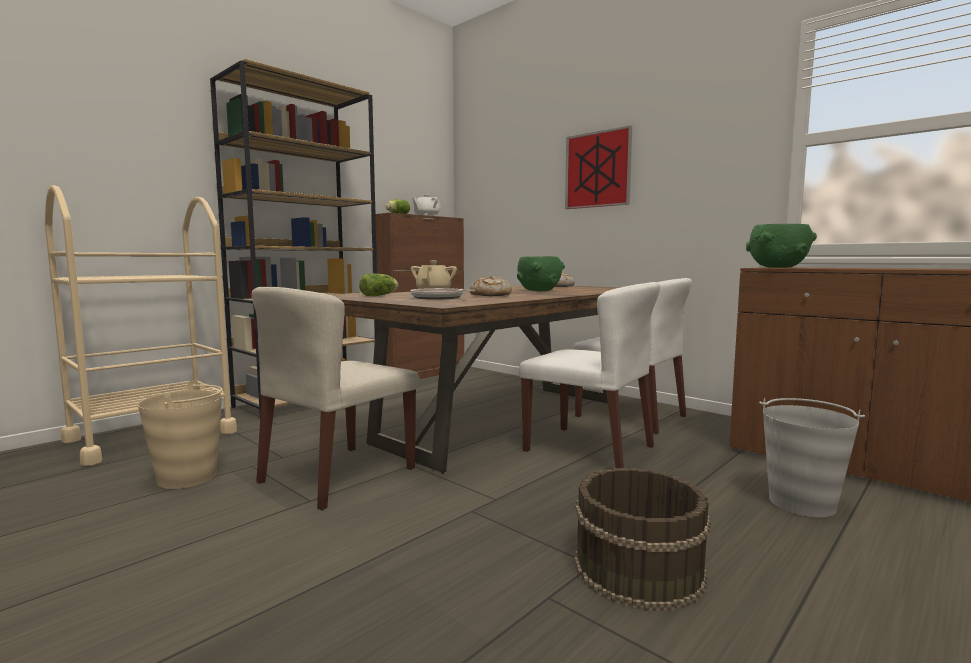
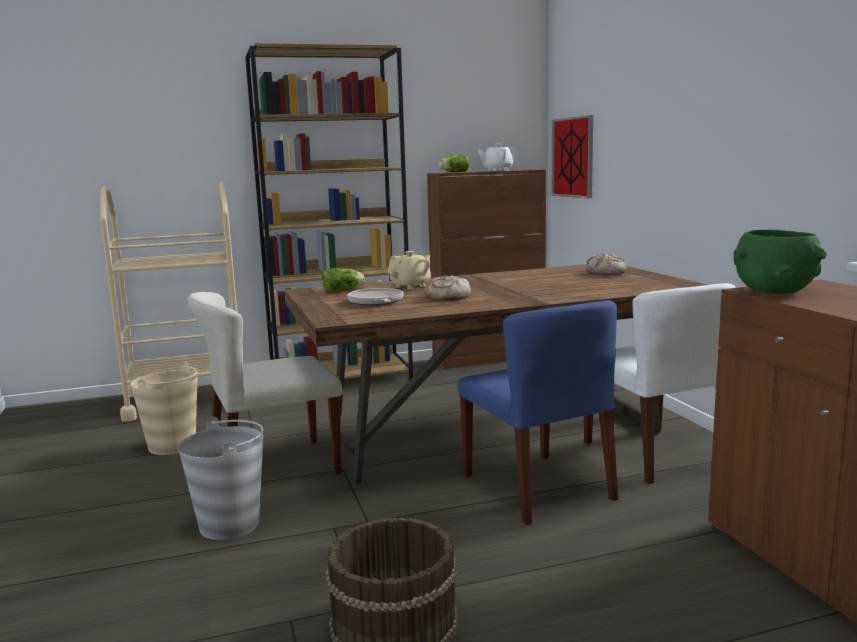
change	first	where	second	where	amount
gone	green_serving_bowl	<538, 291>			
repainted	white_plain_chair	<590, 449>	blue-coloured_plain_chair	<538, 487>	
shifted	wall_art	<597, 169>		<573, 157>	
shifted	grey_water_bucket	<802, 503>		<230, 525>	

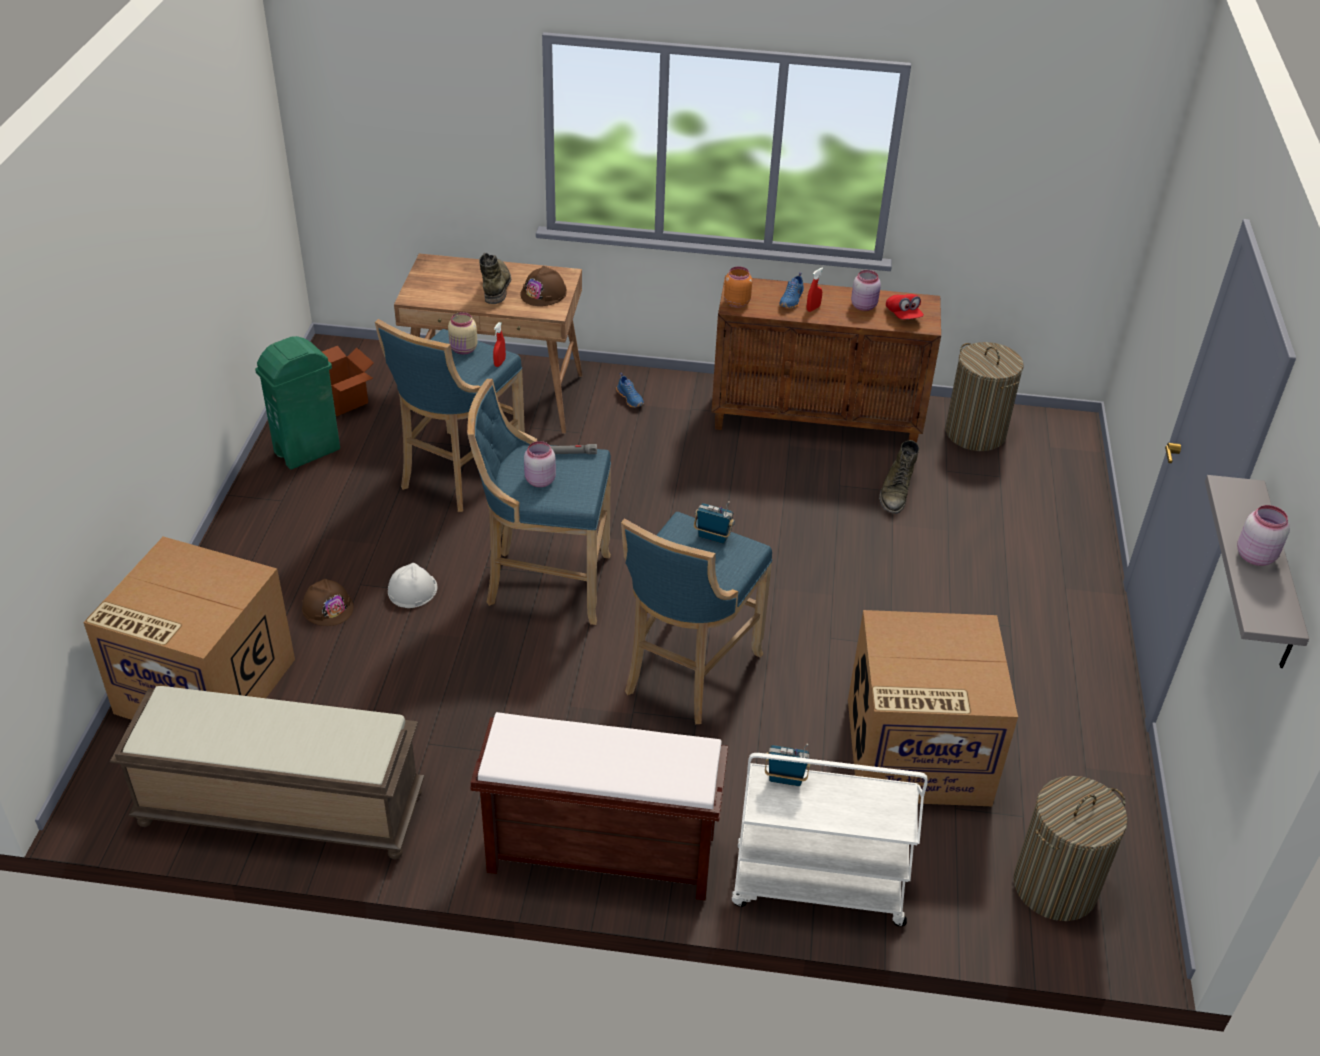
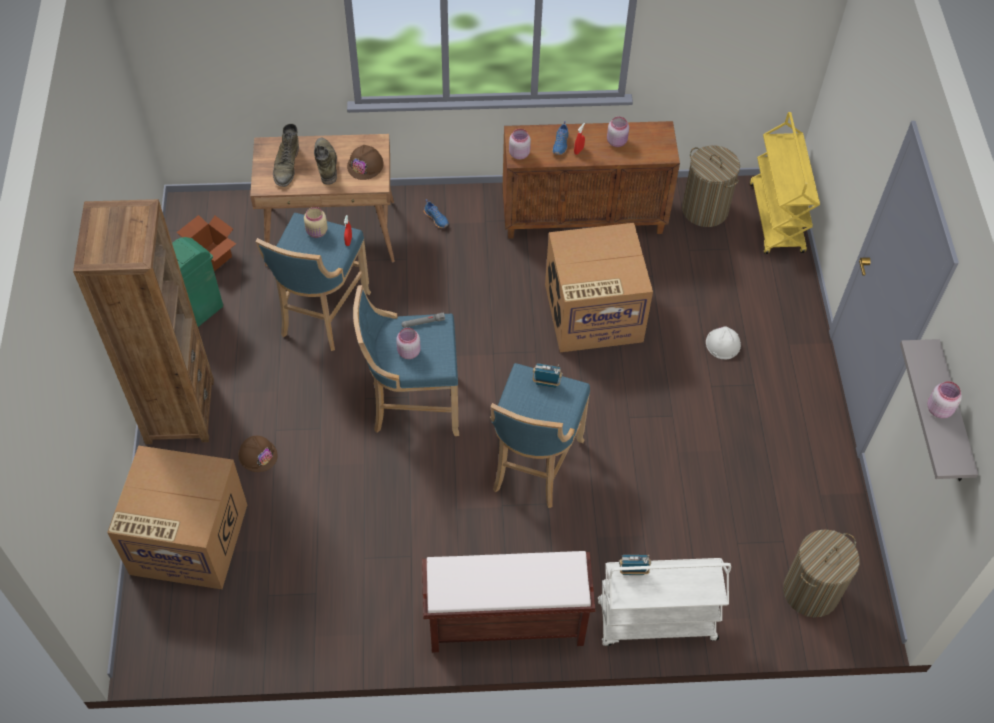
change	first	where	second	where	amount
gone	brown_indoor_bench	<279, 810>			
shifted	white_work_helmet	<412, 590>		<722, 343>	
repainted	orange-coloured_preserve_jar	<736, 302>	pink_preserve_jar	<518, 153>	
shifted	packing_box	<915, 752>		<592, 314>	
shifted	green_boot	<895, 492>		<286, 166>	
gone	red_peaked_cap	<903, 315>			
new			brown_bookcase	<179, 411>	
new			yellow-coloured_trolley	<777, 219>	

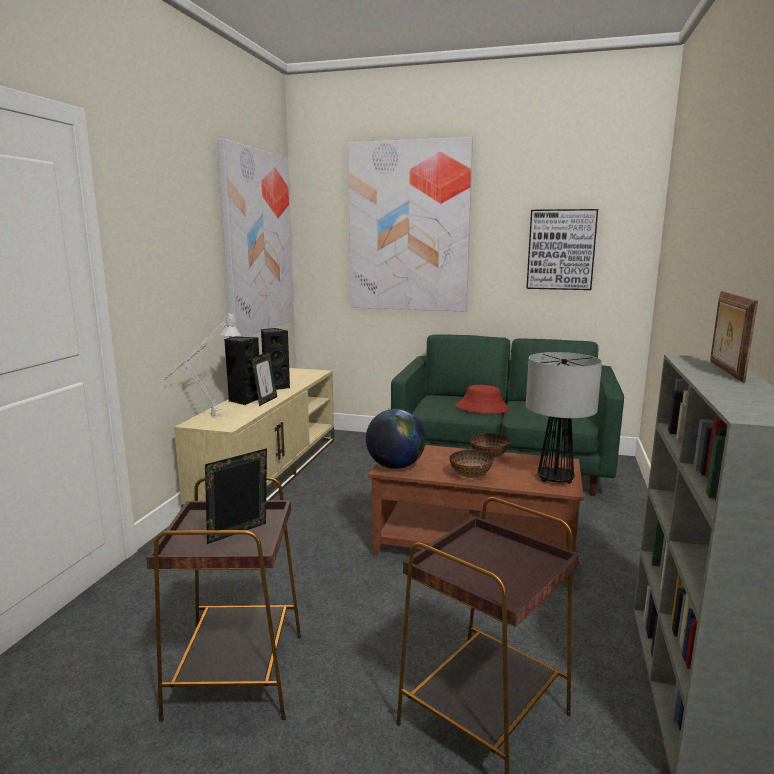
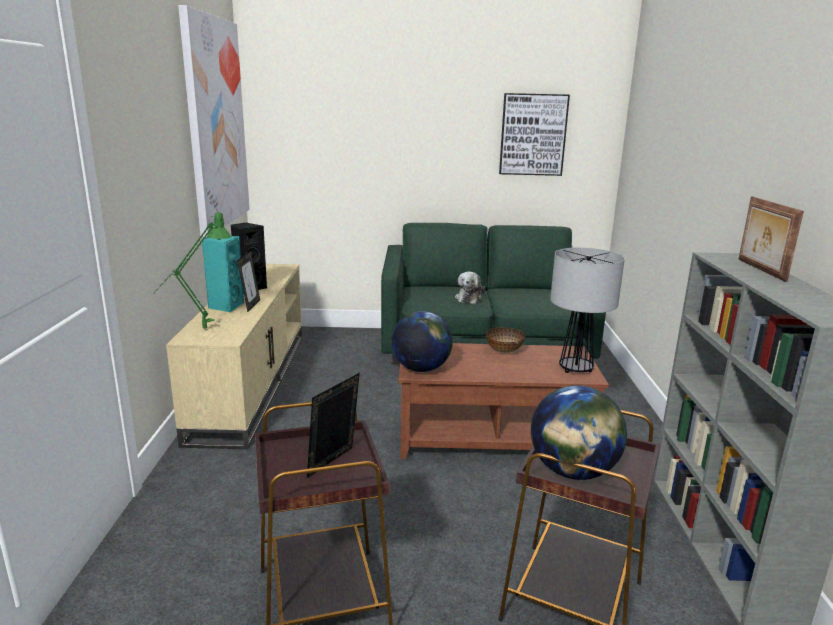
change	first	where	second	where	amount
repainted	grey_table_lamp	<208, 418>	green_table_lamp	<200, 331>	
repainted	black_audio_speaker	<244, 400>	blue-green_audio_speaker	<225, 306>	
gone	wall_art	<408, 227>			
gone	serving_bowl	<470, 476>			
swapped	red_clothing_hat	<482, 408>	soft_toy	<469, 298>	
new			world_globe	<573, 471>	

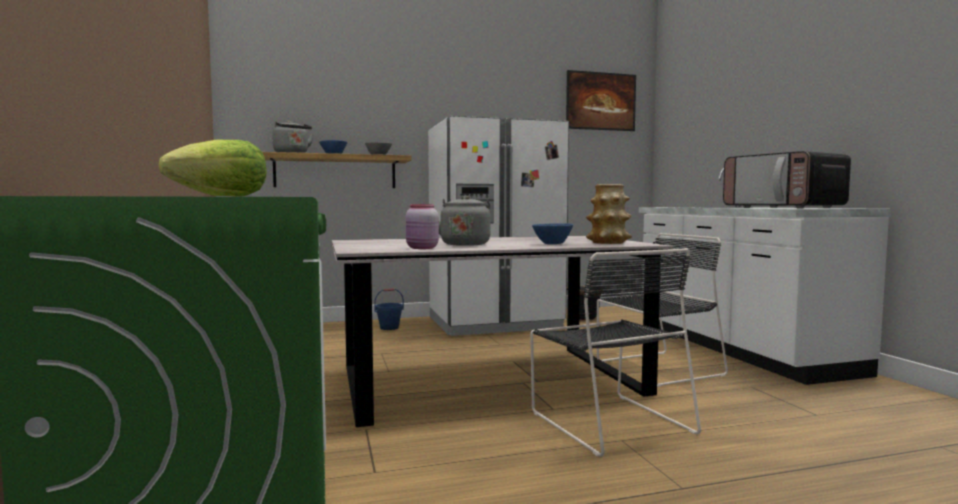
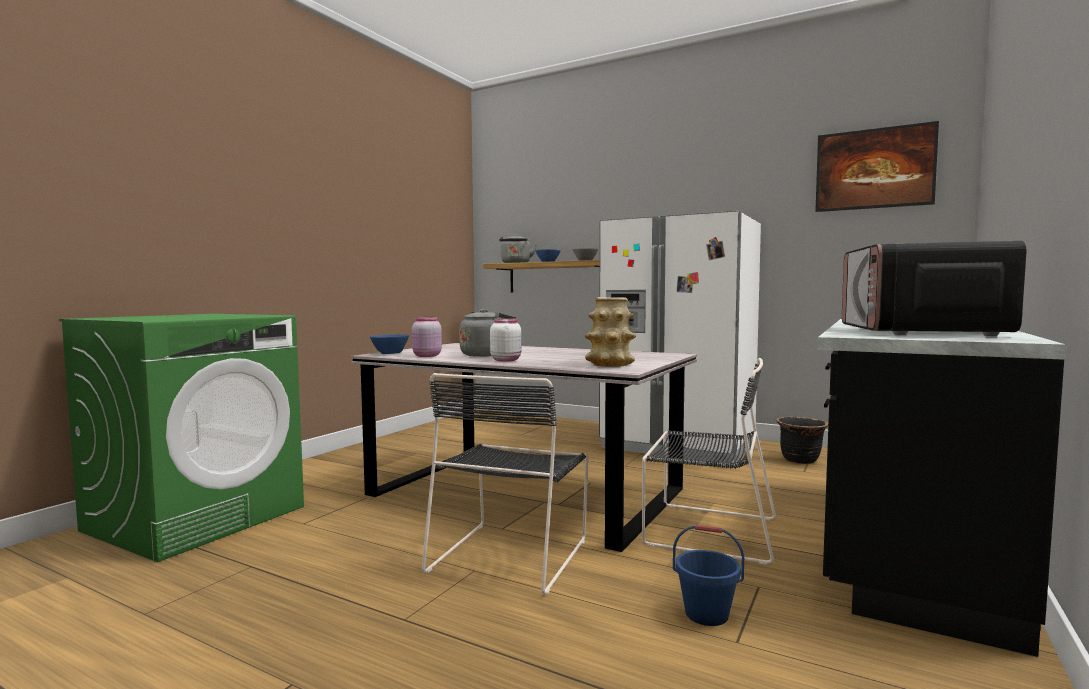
change	first	where	second	where	amount
gone	lettuce	<222, 196>			
shifted	blue-coloured_water_bucket	<389, 328>		<706, 614>	
shifted	blue-coloured_serving_bowl	<551, 243>		<390, 353>	
repainted	white_counter	<737, 348>	black_counter	<906, 545>	
new			white_preserve_jar	<506, 360>	

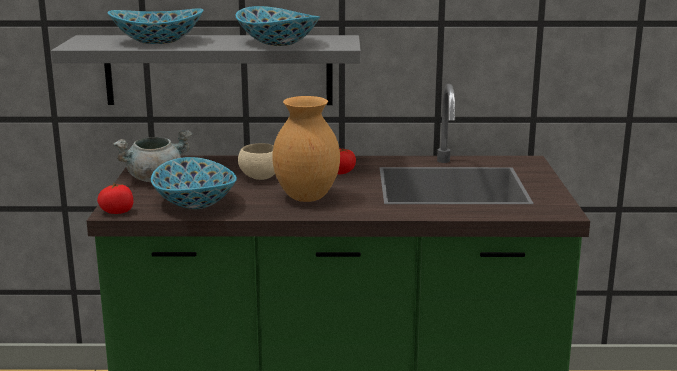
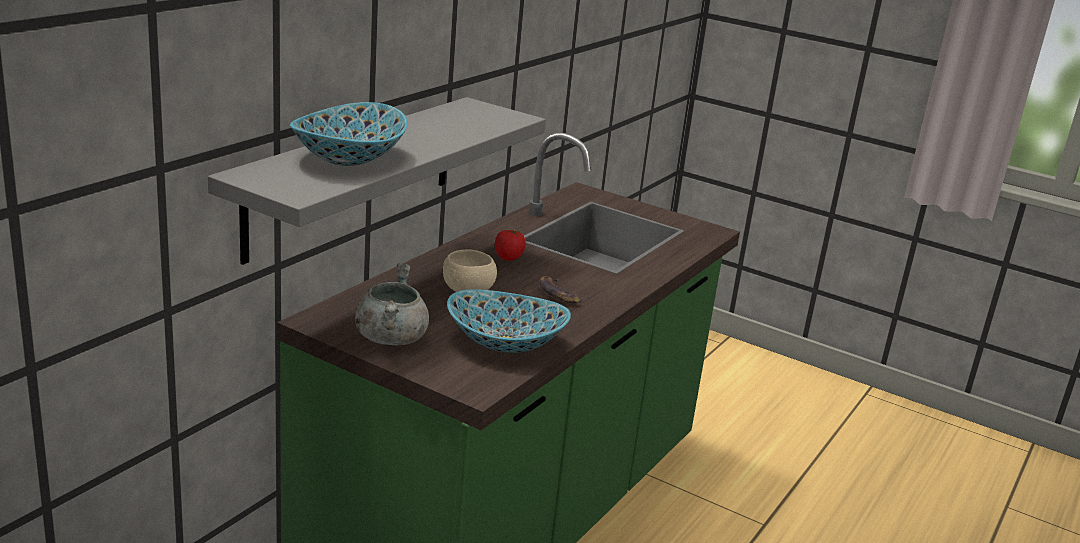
change	first	where	second	where	amount
gone	tomato	<117, 212>			
gone	serving_bowl	<277, 43>			
swapped	brown_flower_vase	<306, 197>	banana_fruit	<558, 294>	

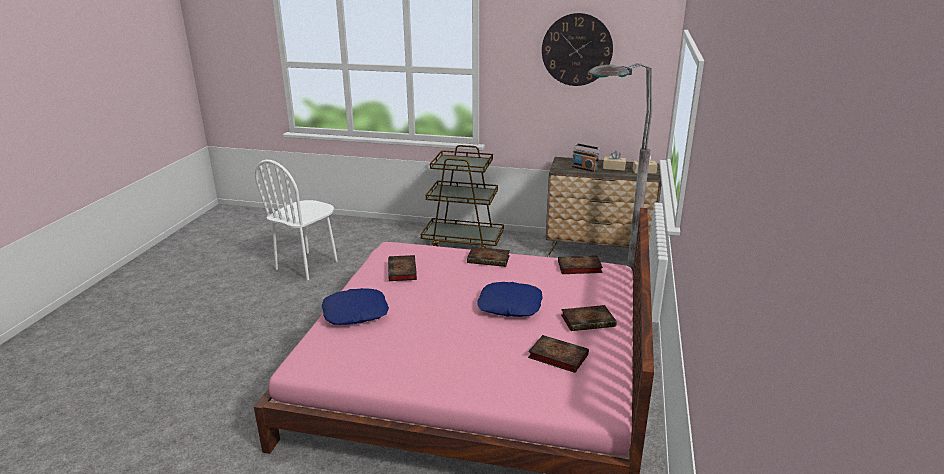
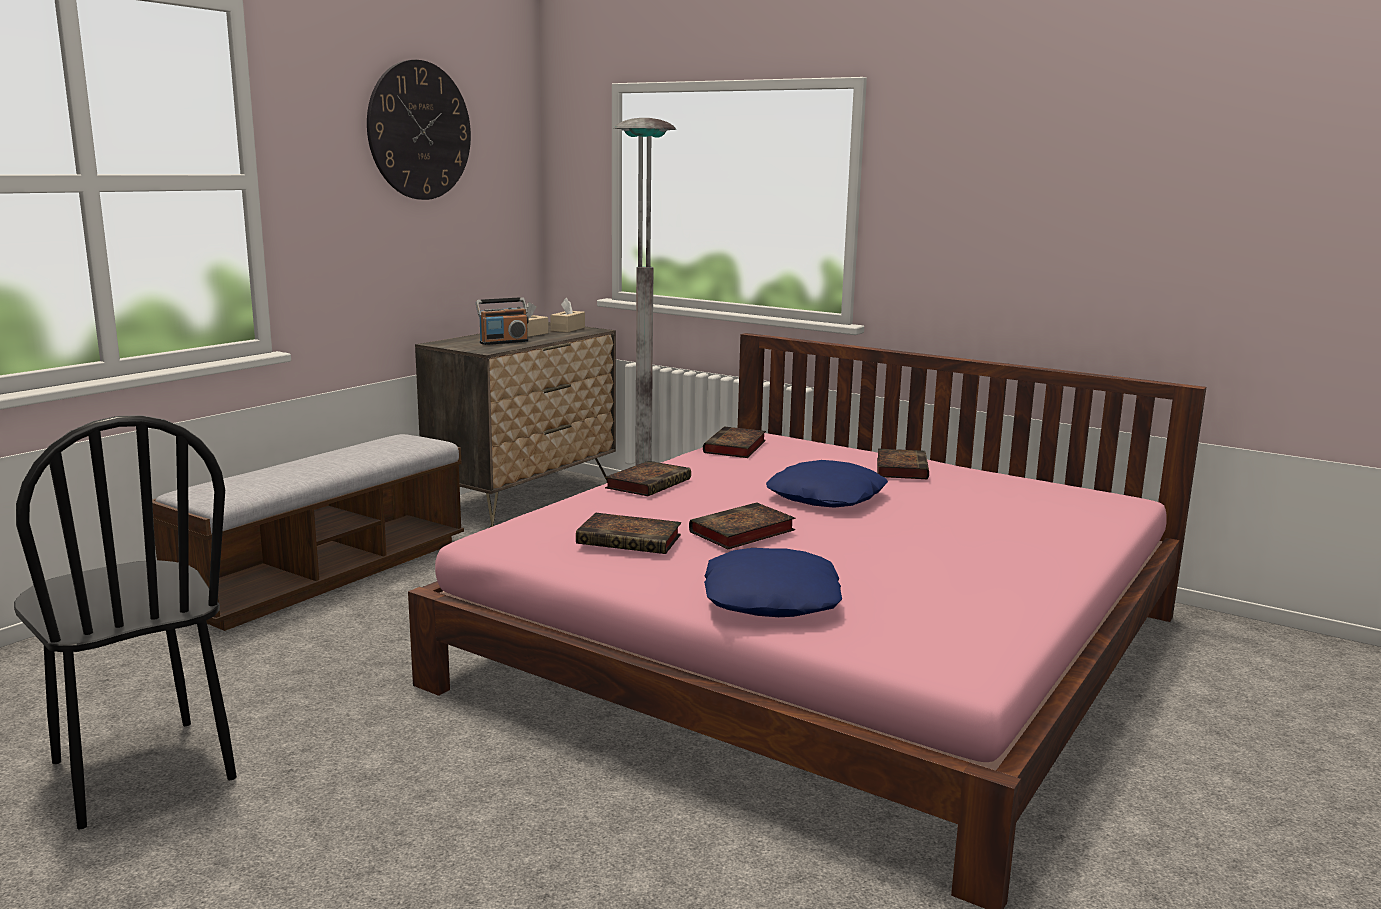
change	first	where	second	where	amount
repainted	white_plain_chair	<307, 265>	black_plain_chair	<141, 771>	
swapped	brown_trolley	<463, 241>	indoor_bench	<326, 575>	
shifted	bound_book	<556, 356>		<741, 533>	

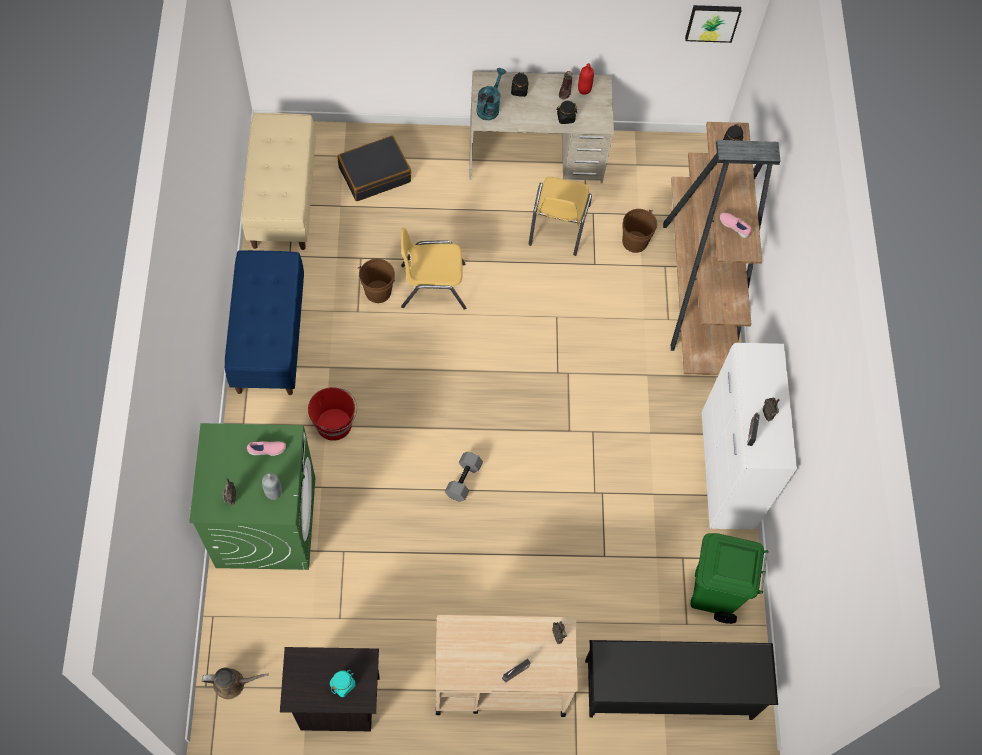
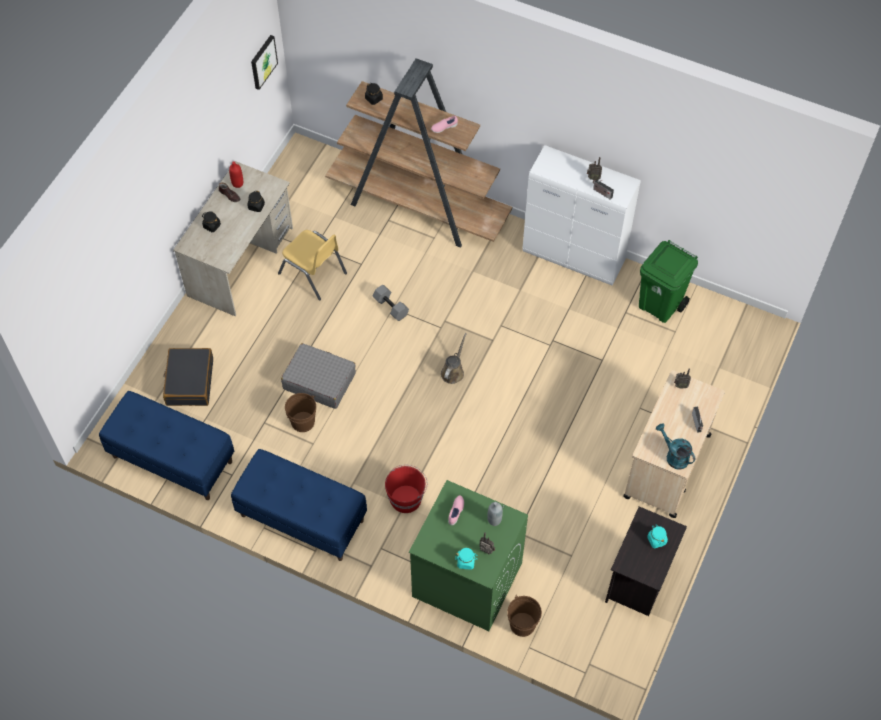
change	first	where	second	where	amount
shifted	brown_watering_pot	<232, 683>		<453, 371>	
repainted	sand-coloured_indoor_bench	<282, 198>	blue-coloured_indoor_bench	<171, 459>	
swapped	yellow-coloured_plain_chair	<433, 286>	grey_travel_case	<319, 381>	
shifted	grey_free_weight	<464, 481>		<391, 307>	
shifted	blue-green_watering_pot	<489, 106>		<673, 456>	
gone	black_shoe_stand	<669, 690>			
shifted	brown_water_bucket	<634, 242>		<522, 624>	
new			blue-green_preserve_jar	<466, 561>	

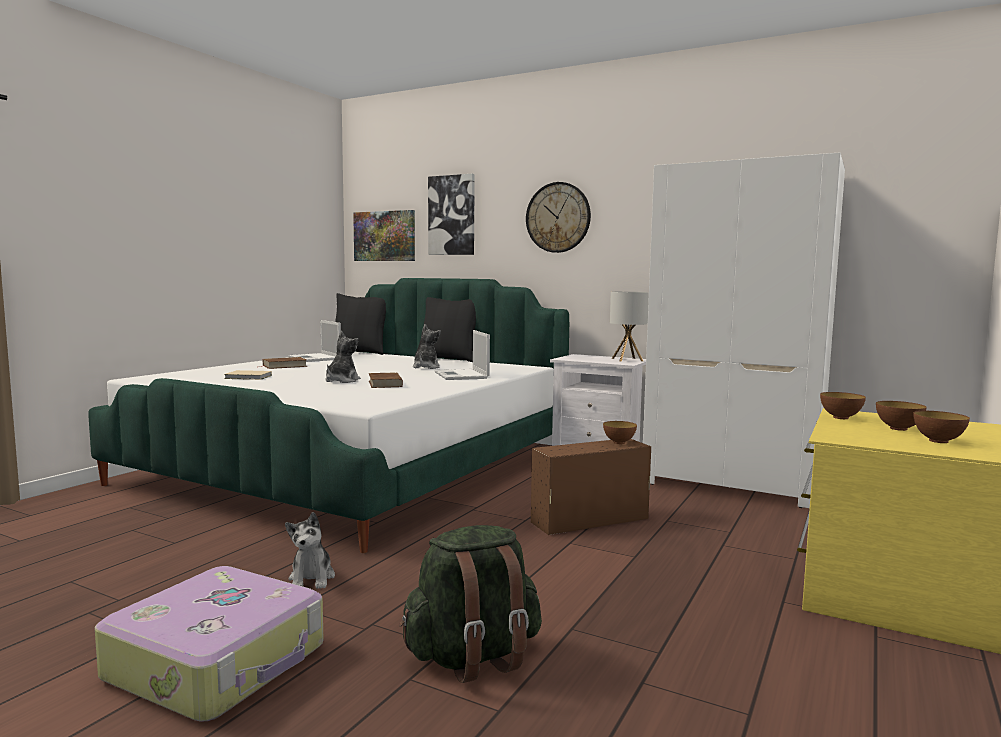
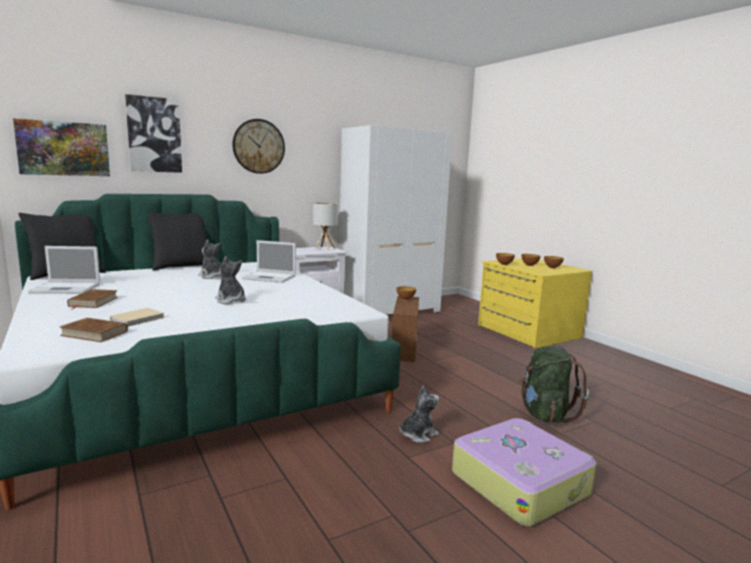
change	first	where	second	where	amount
rotated	soft_toy	<312, 578>		<418, 434>	60 degrees counterclockwise
shifted	brown_bound_book	<385, 384>		<94, 333>	

